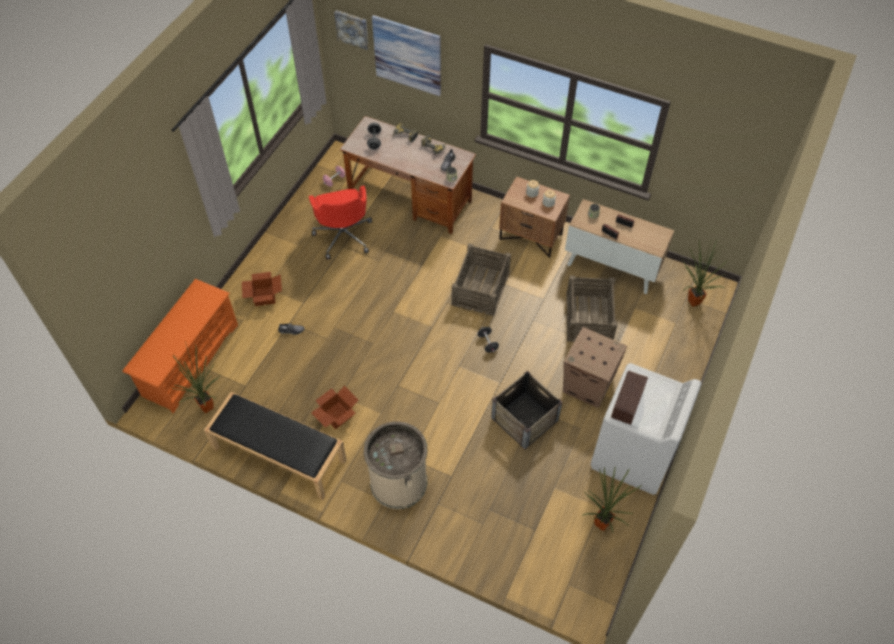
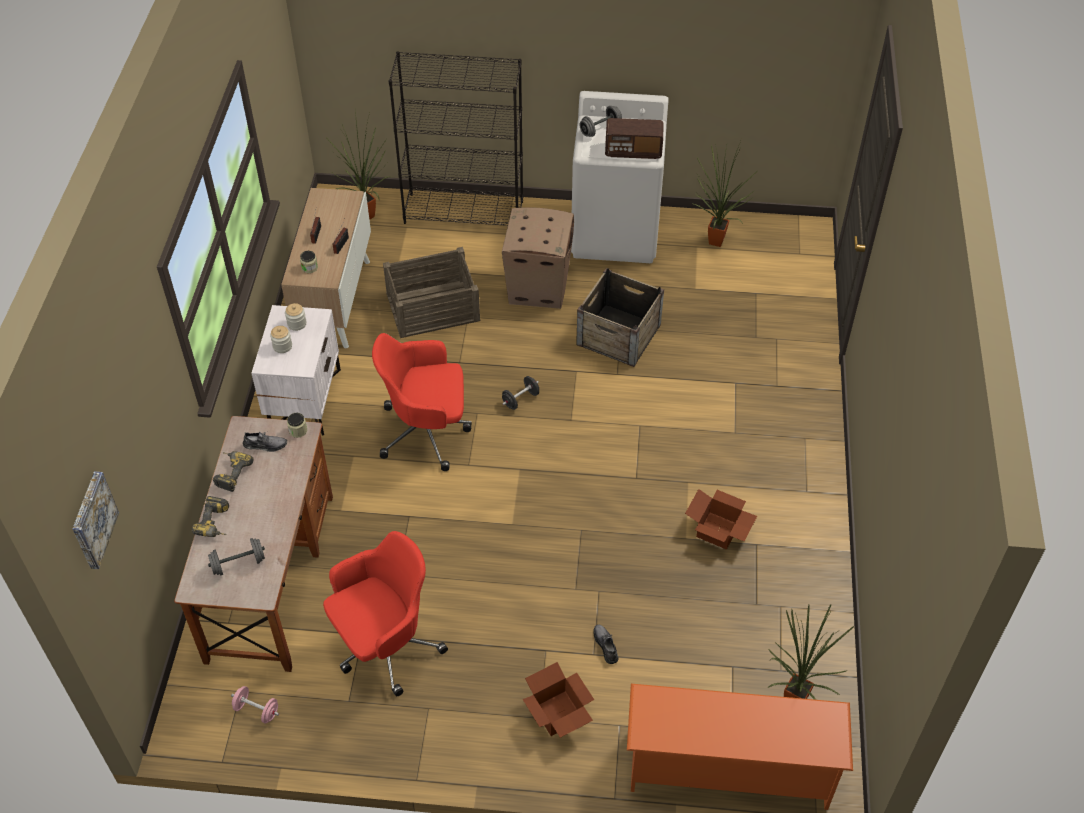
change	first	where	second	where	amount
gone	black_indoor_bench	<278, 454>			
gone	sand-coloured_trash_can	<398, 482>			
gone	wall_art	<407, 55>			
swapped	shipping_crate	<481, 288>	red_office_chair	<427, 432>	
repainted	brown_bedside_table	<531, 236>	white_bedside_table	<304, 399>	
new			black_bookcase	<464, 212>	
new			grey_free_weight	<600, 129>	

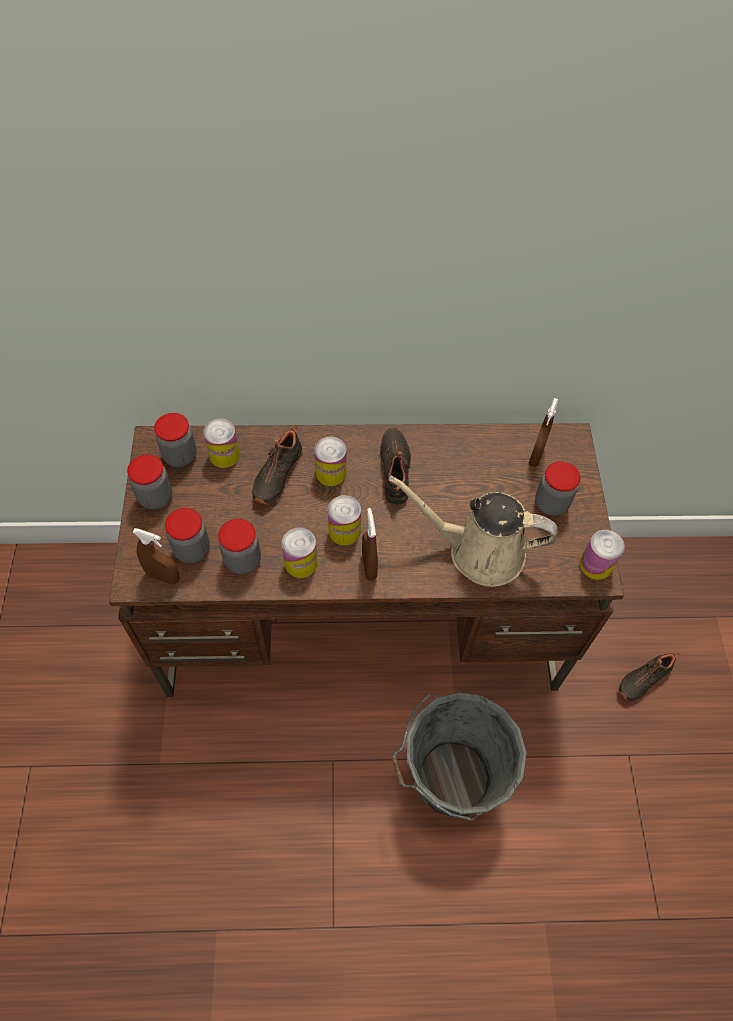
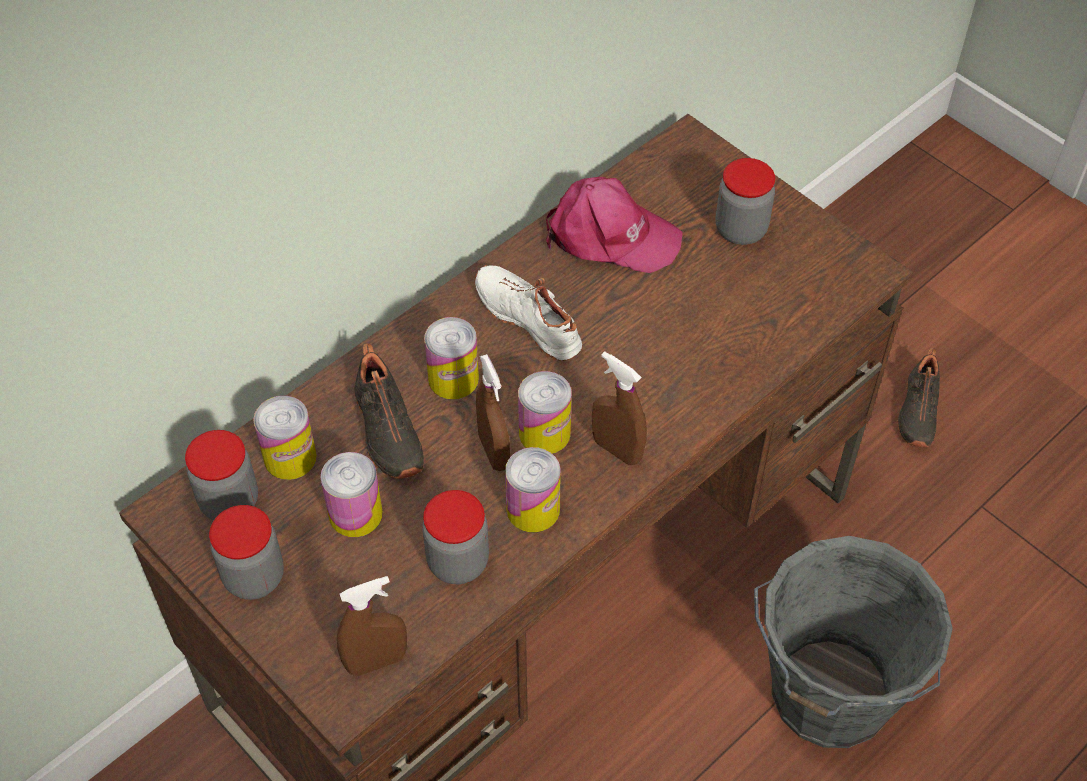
change	first	where	second	where	amount
gone	preserve_jar	<192, 550>			
repainted	black_low_shoe	<396, 470>	white_low_shoe	<530, 318>	
gone	sand-coloured_watering_pot	<478, 551>			
shifted	brown_sprayer	<536, 455>		<493, 451>	
shifted	sealed_can	<595, 565>		<355, 514>	
new			pink_peaked_cap	<610, 236>	

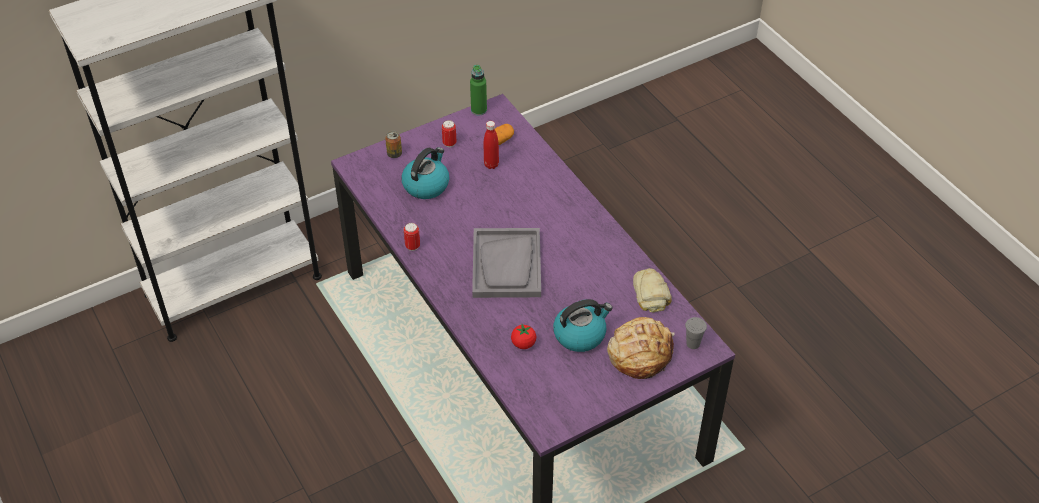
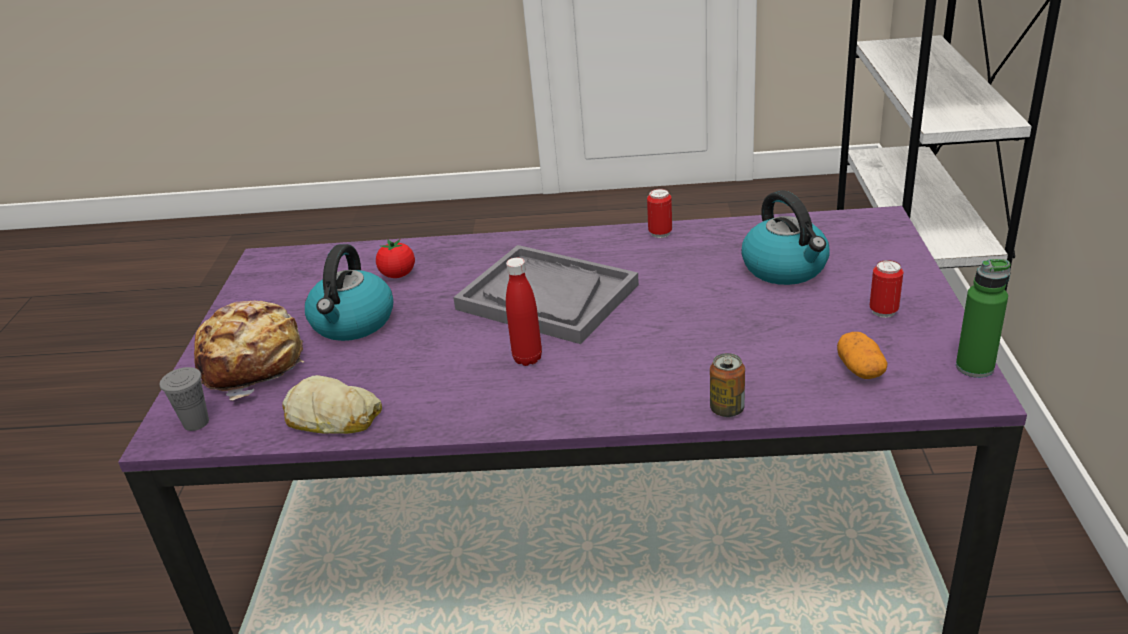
change	first	where	second	where	amount
shifted	sealed_can	<394, 154>		<727, 409>	
shifted	red_drink_bottle	<491, 165>		<527, 358>	

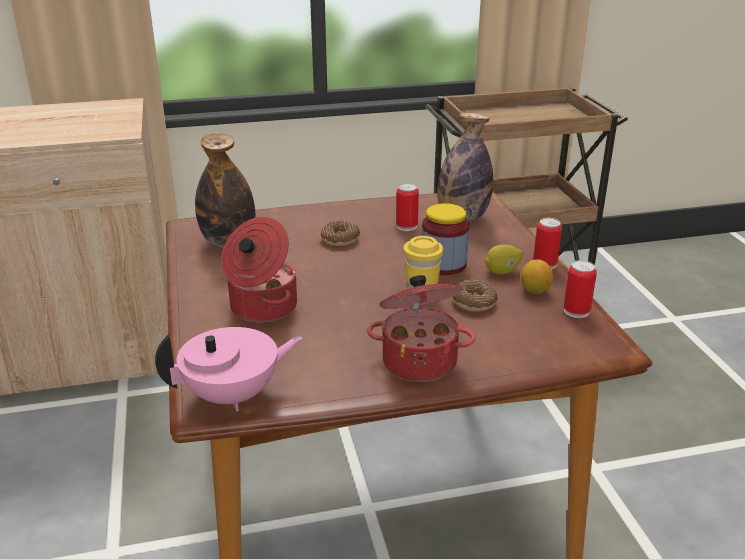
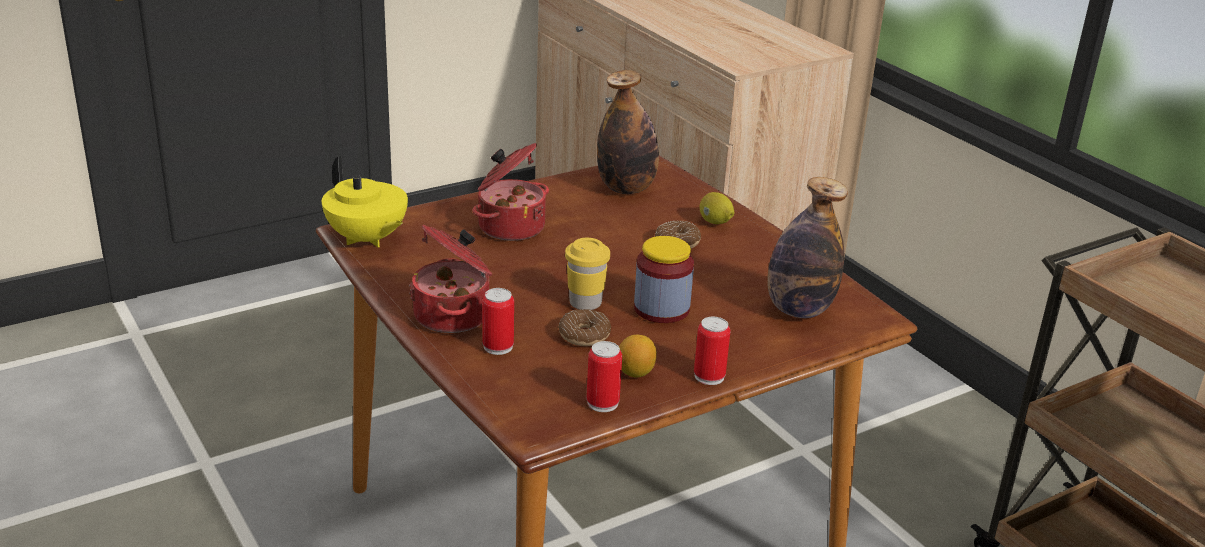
change	first	where	second	where	amount
repainted	pink_tea_pot	<233, 396>	yellow-coloured_tea_pot	<367, 239>	
shifted	sealed_can	<406, 226>		<498, 346>	
shifted	lemon	<502, 272>		<715, 222>	

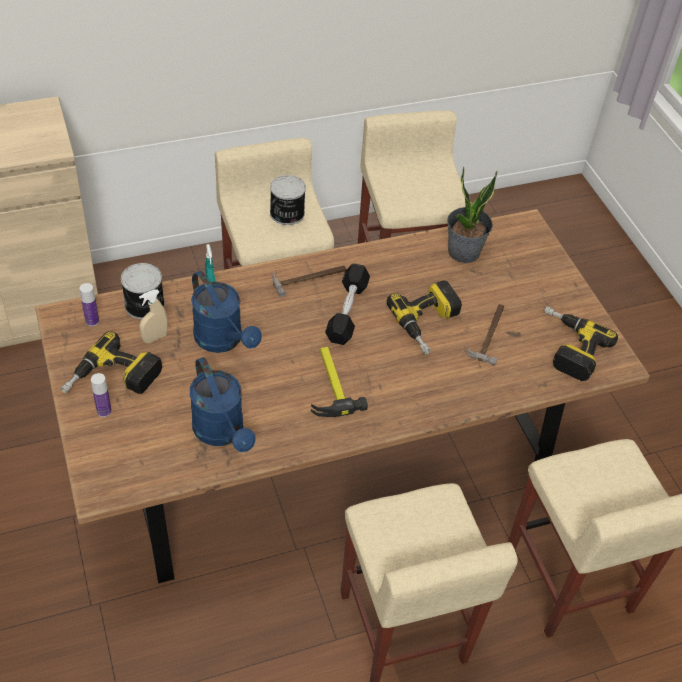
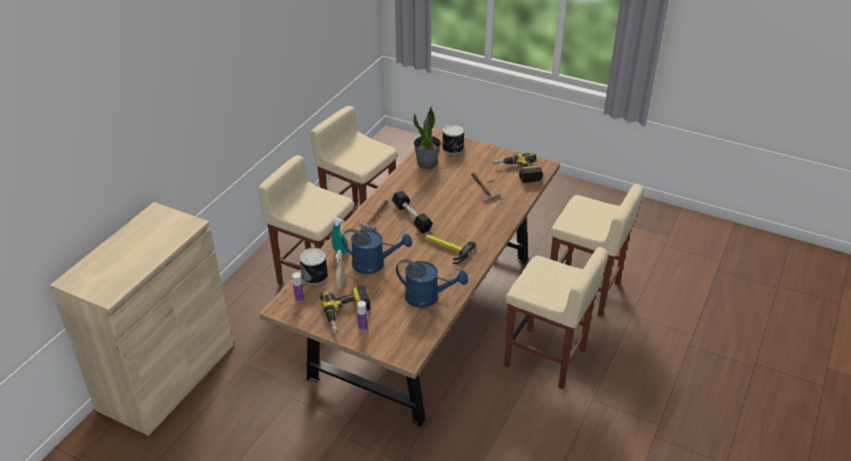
change	first	where	second	where	amount
shifted	sealed_can	<286, 214>		<453, 148>	
gone	electric_drill	<429, 324>			

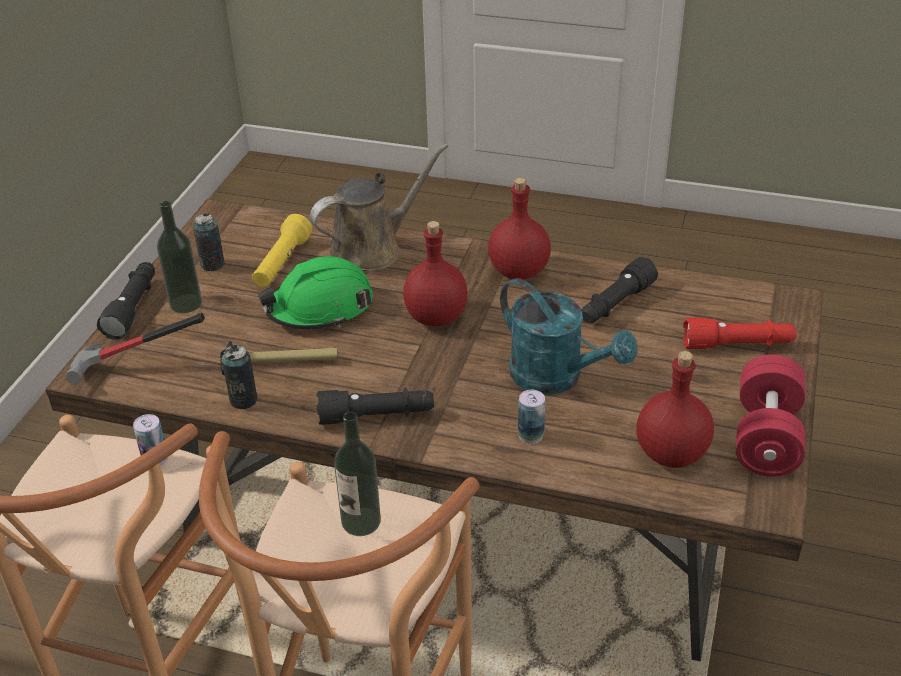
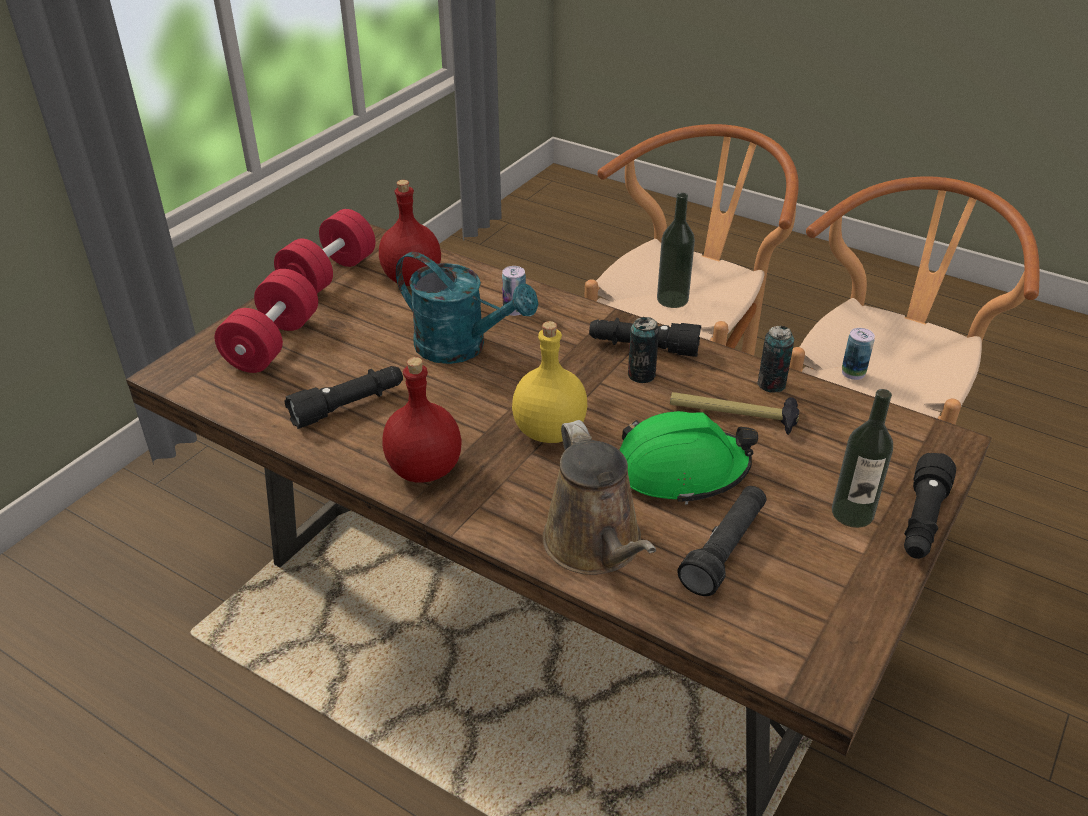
change	first	where	second	where	amount
gone	hammer	<133, 369>			
shifted	sealed_can	<212, 264>		<641, 375>	
repainted	yellow-coloured_torch	<282, 263>	black_torch	<724, 550>	
rotated	brown_watering_pot	<371, 249>		<596, 546>	90 degrees counterclockwise
repainted	red_drink_bottle	<437, 317>	yellow-coloured_drink_bottle	<548, 431>	
rotated	blue-green_watering_pot	<557, 378>		<462, 347>	150 degrees clockwise
swapped	red_torch	<737, 345>	red_free_weight	<272, 343>	

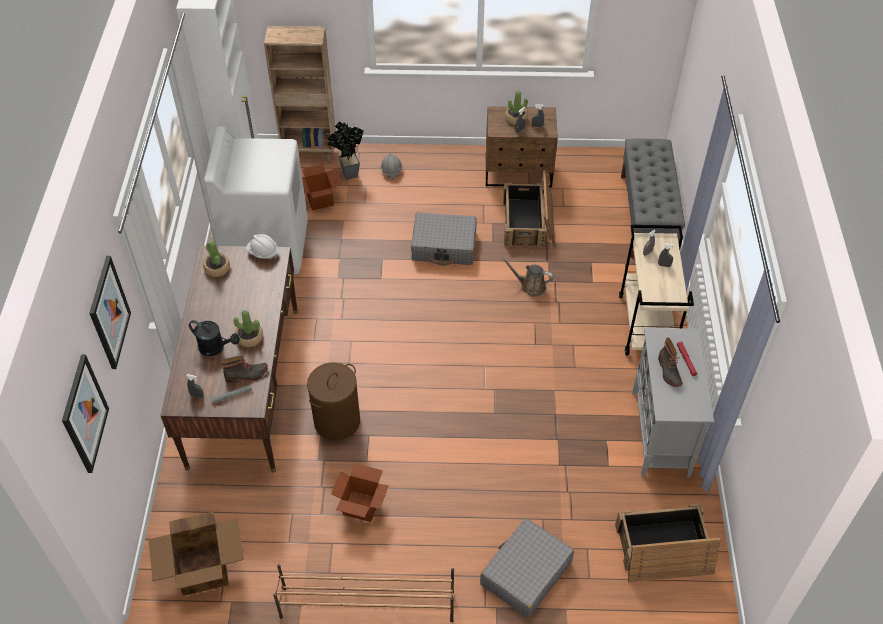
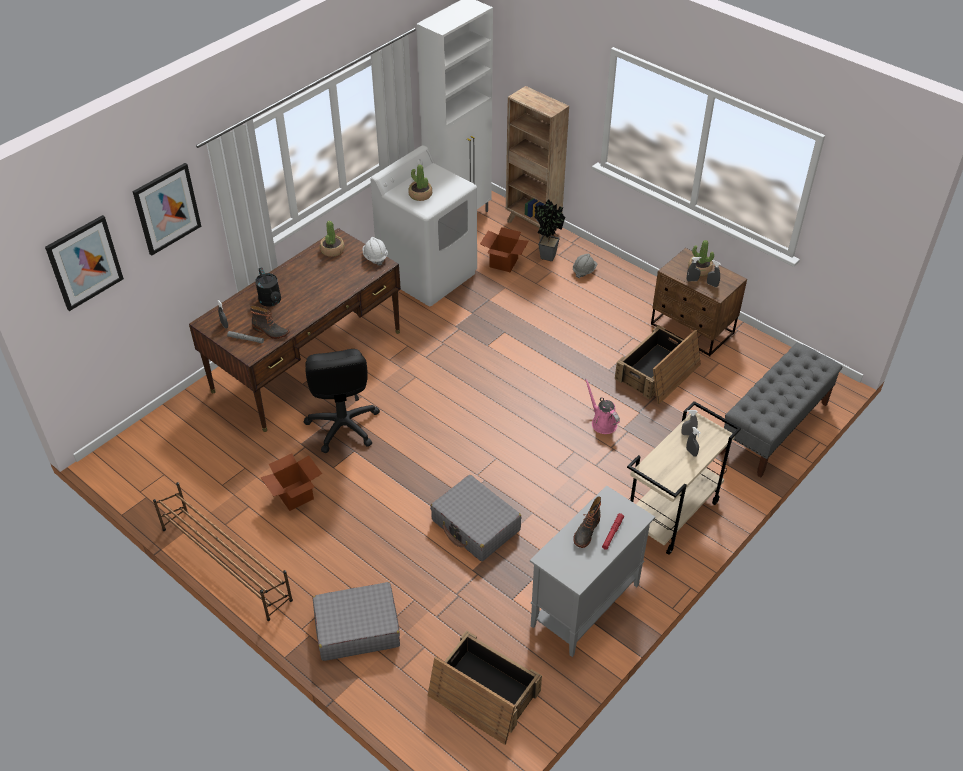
change	first	where	second	where	amount
gone	packing_box	<204, 569>			
shifted	potted_plant	<249, 338>		<420, 195>	
swapped	brown_washing_basket	<336, 421>	black_office_chair	<343, 426>	
shifted	grey_travel_case	<444, 246>		<476, 526>	
repainted	brown_watering_pot	<530, 286>	pink_watering_pot	<602, 422>	

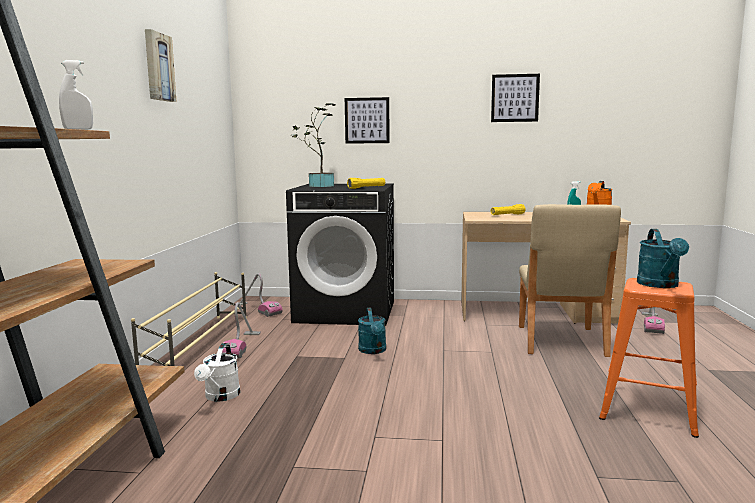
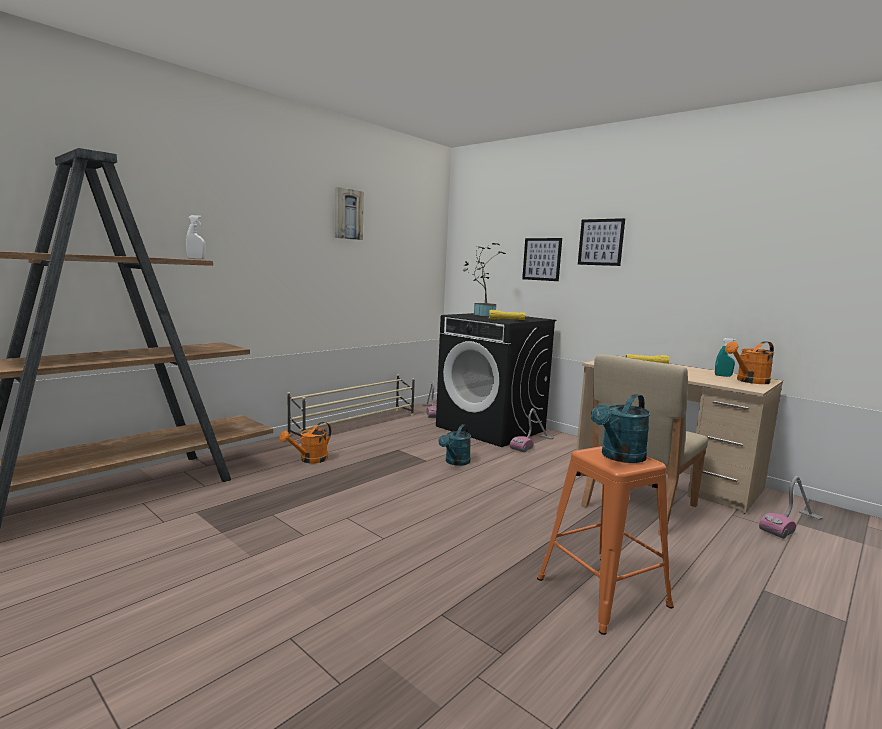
change	first	where	second	where	amount
repainted	white_watering_pot	<220, 397>	orange-coloured_watering_pot	<309, 460>	
shifted	vacuum	<242, 345>		<532, 444>	
shifted	wall_art	<515, 98>		<601, 242>	

